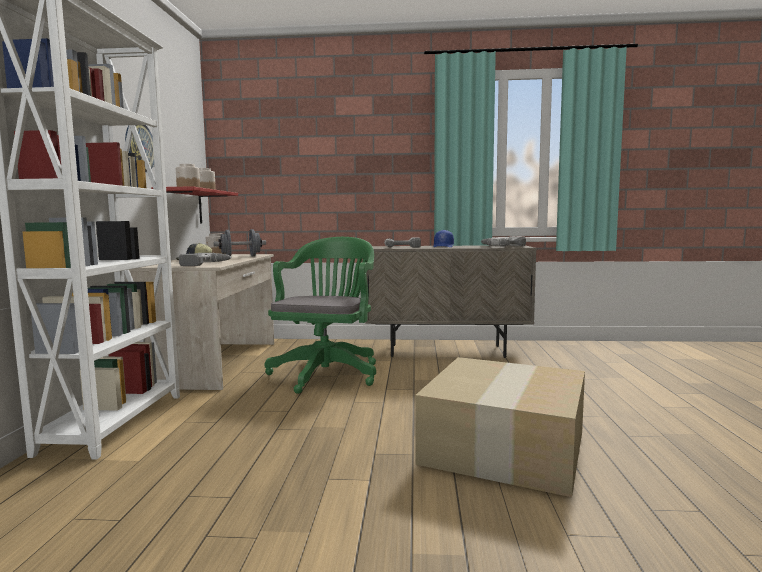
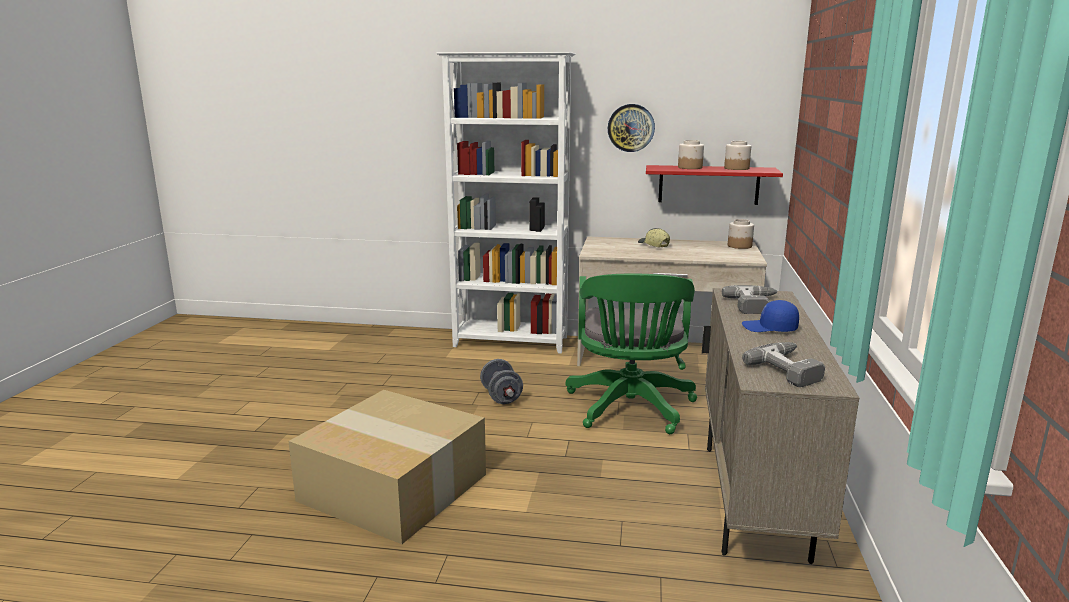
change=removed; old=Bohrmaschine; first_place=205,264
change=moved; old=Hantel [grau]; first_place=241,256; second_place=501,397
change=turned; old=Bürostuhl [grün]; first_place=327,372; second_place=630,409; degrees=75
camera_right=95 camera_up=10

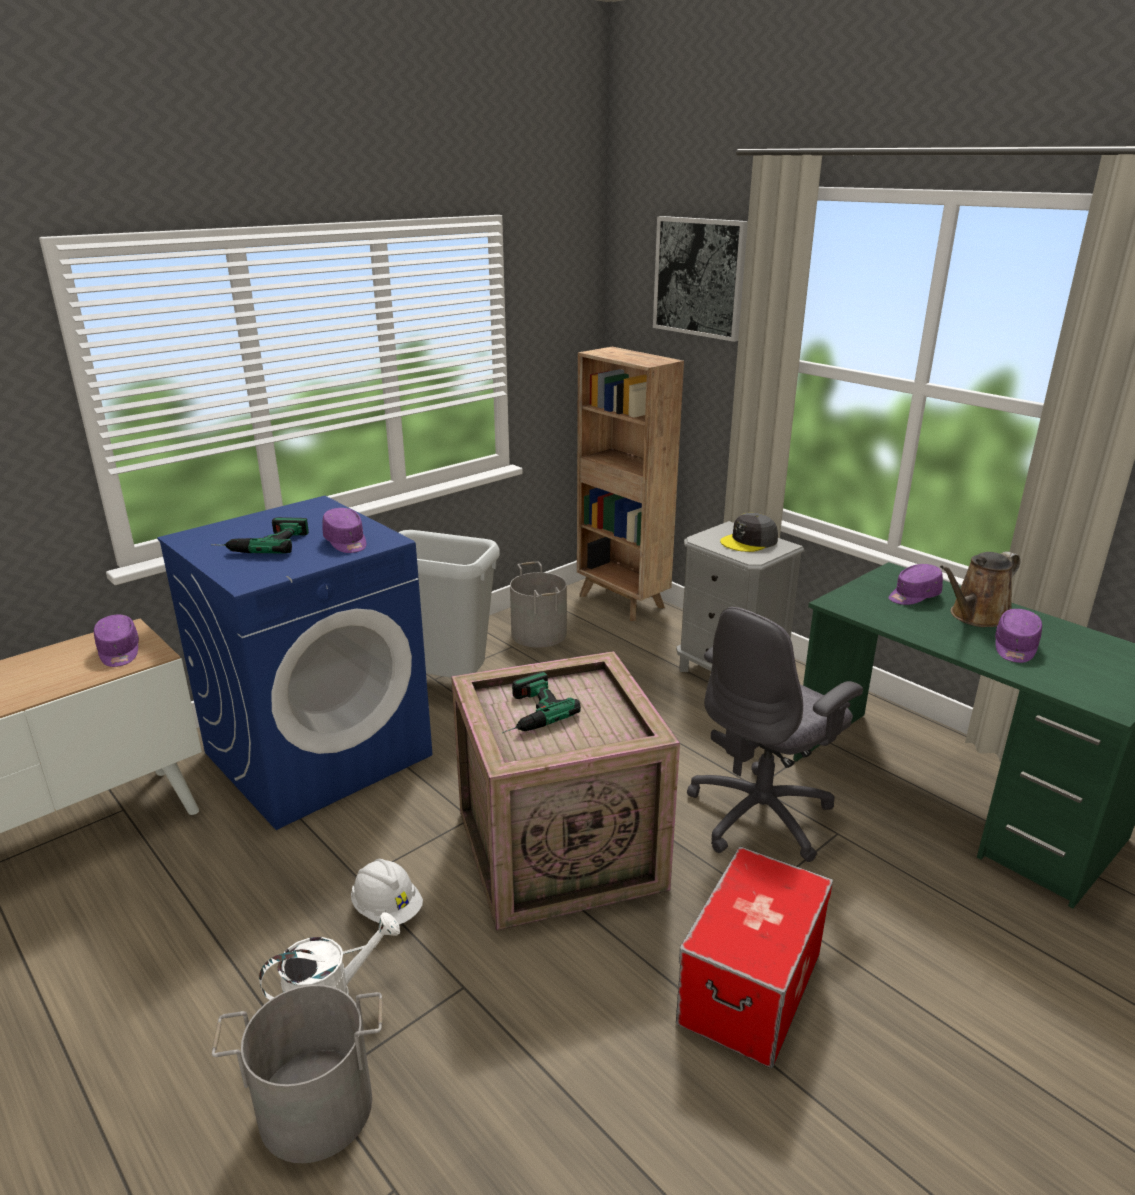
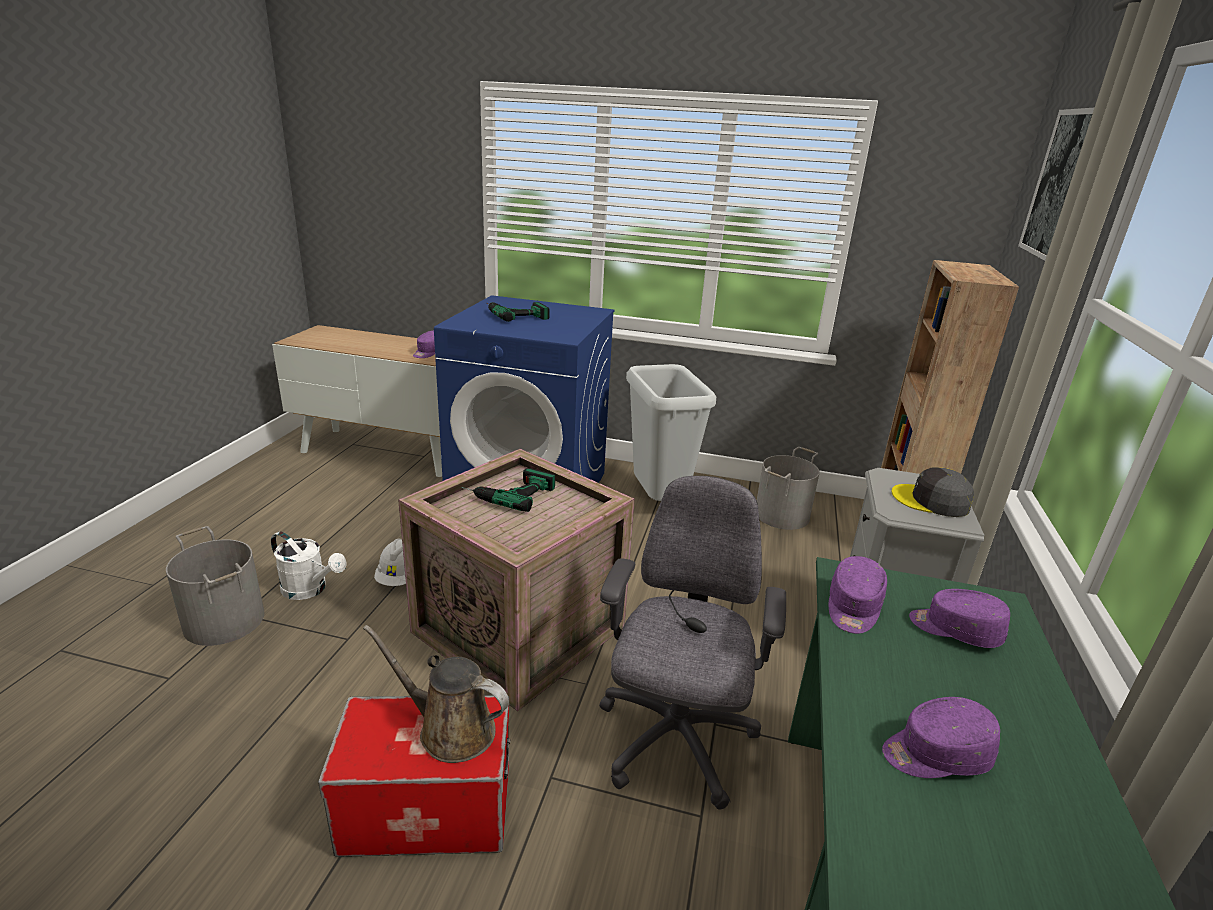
change=moved; old=Kappe [lila]; first_place=346,542; second_place=853,608
change=moved; old=Gießkanne [braun]; first_place=976,617; second_place=450,729
change=turned; old=Bürostuhl [grau]; first_place=762,815; second_place=674,742; degrees=90
camera_right=55 camera_up=0

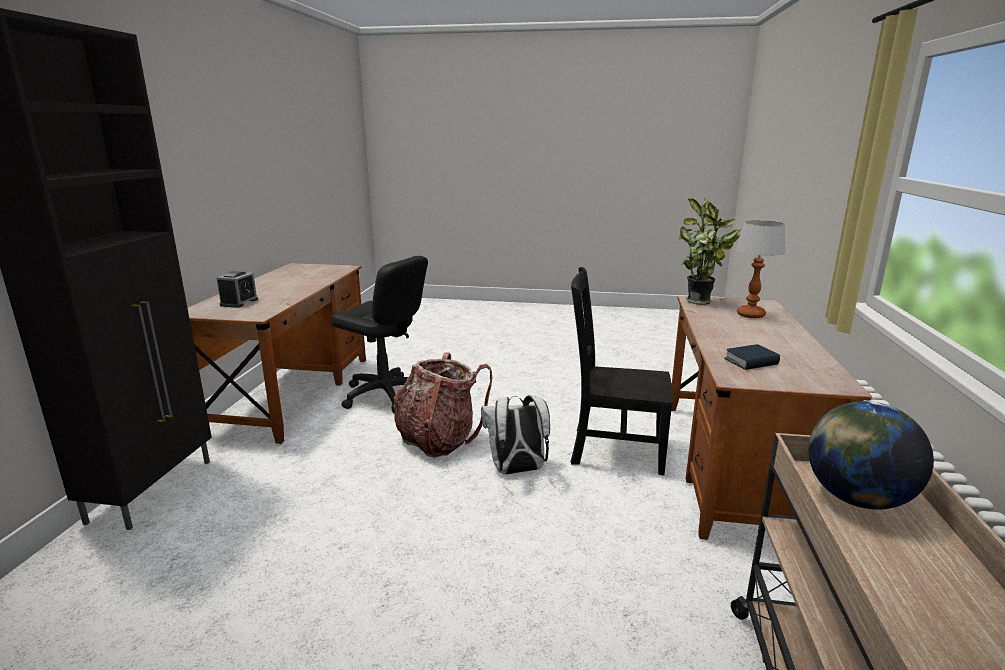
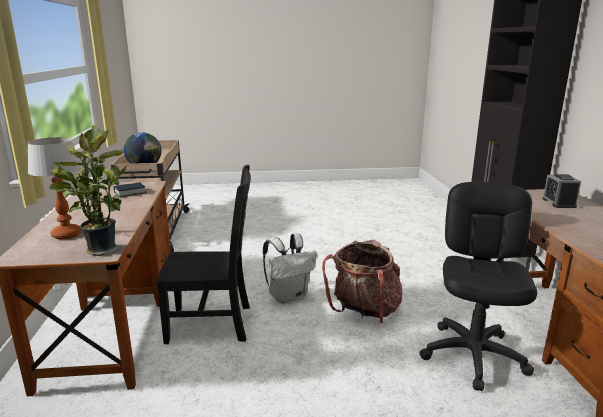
change=turned; old=Bürostuhl [schwarz]; first_place=385,395; second_place=473,355; degrees=90
camera_right=165 camera_up=0

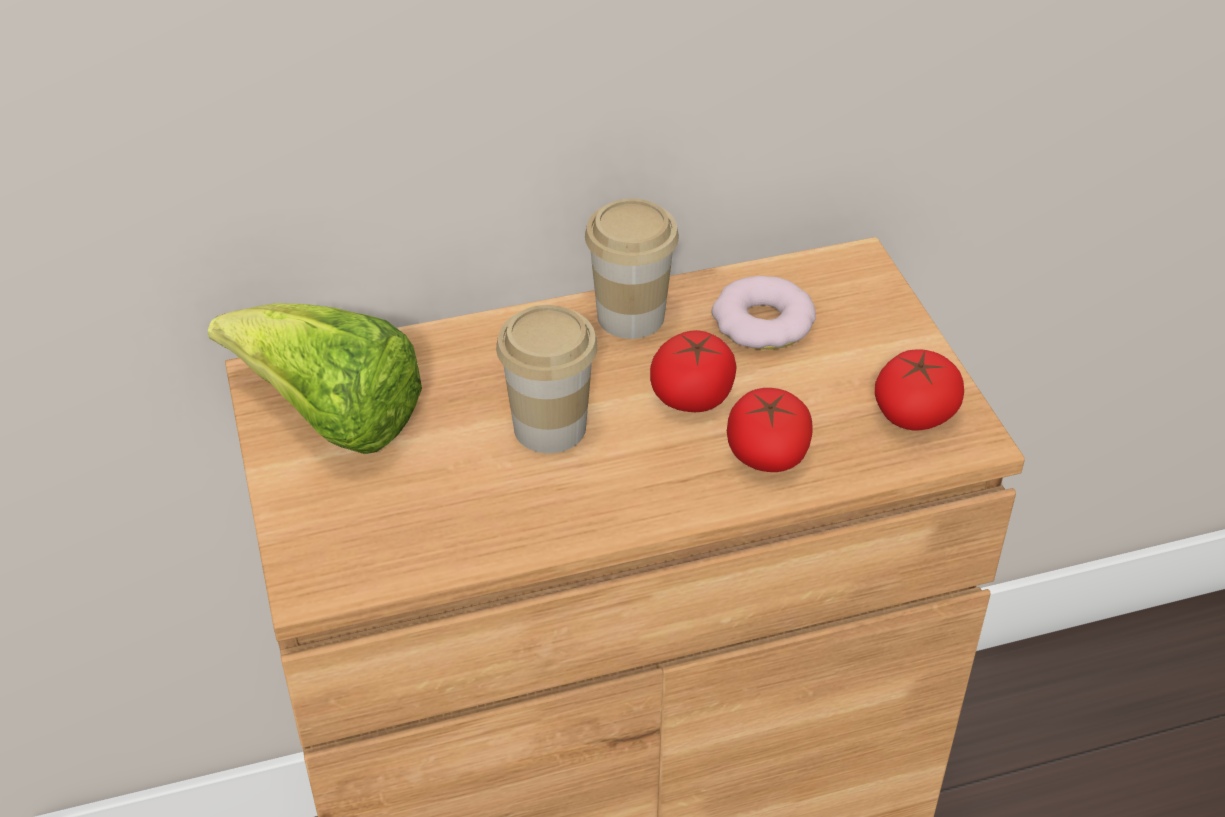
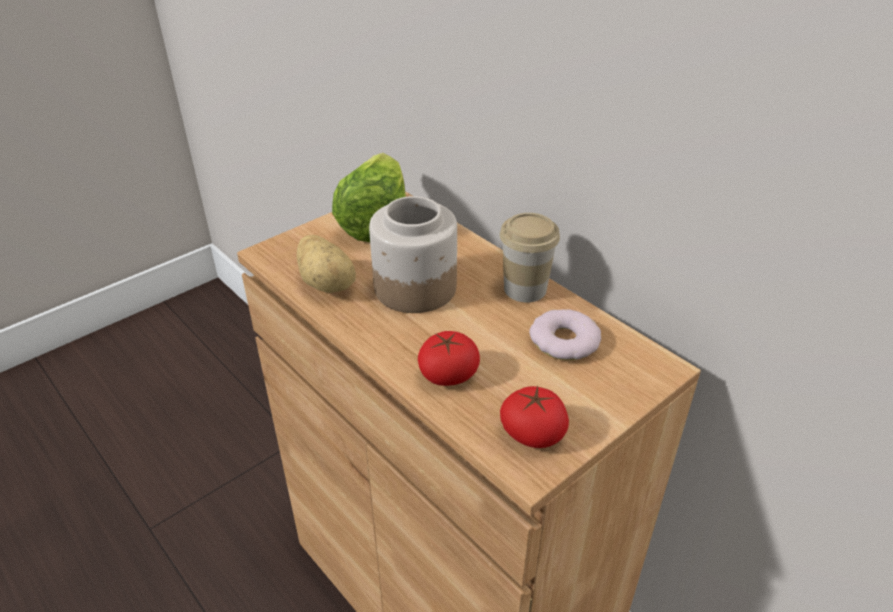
change=removed; old=Tomate; first_place=692,395
change=added; new=Kartoffel; second_place=327,283
change=replaced; old=Tasse; new=Vorratsglas; first_place=550,427; second_place=414,288
camera_right=65 camera_up=-5

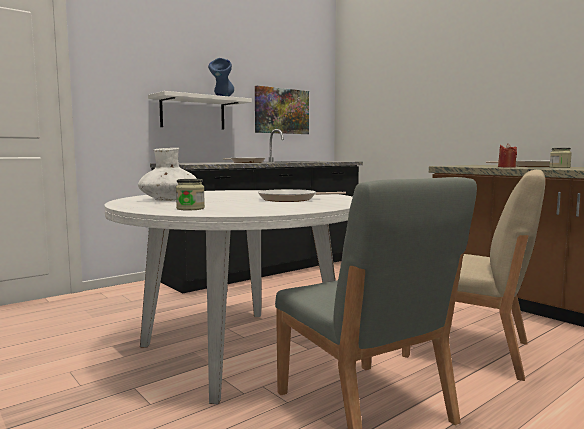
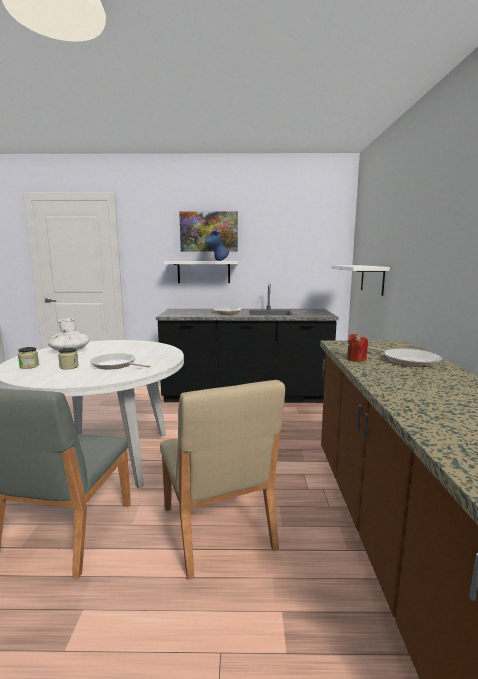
change=added; new=Wandregal [weiß]; second_place=372,279
change=moved; old=Bild; first_place=281,111; second_place=209,231
change=moved; old=Vorratsglas; first_place=559,167; second_place=69,367
camera_right=40 camera_up=5

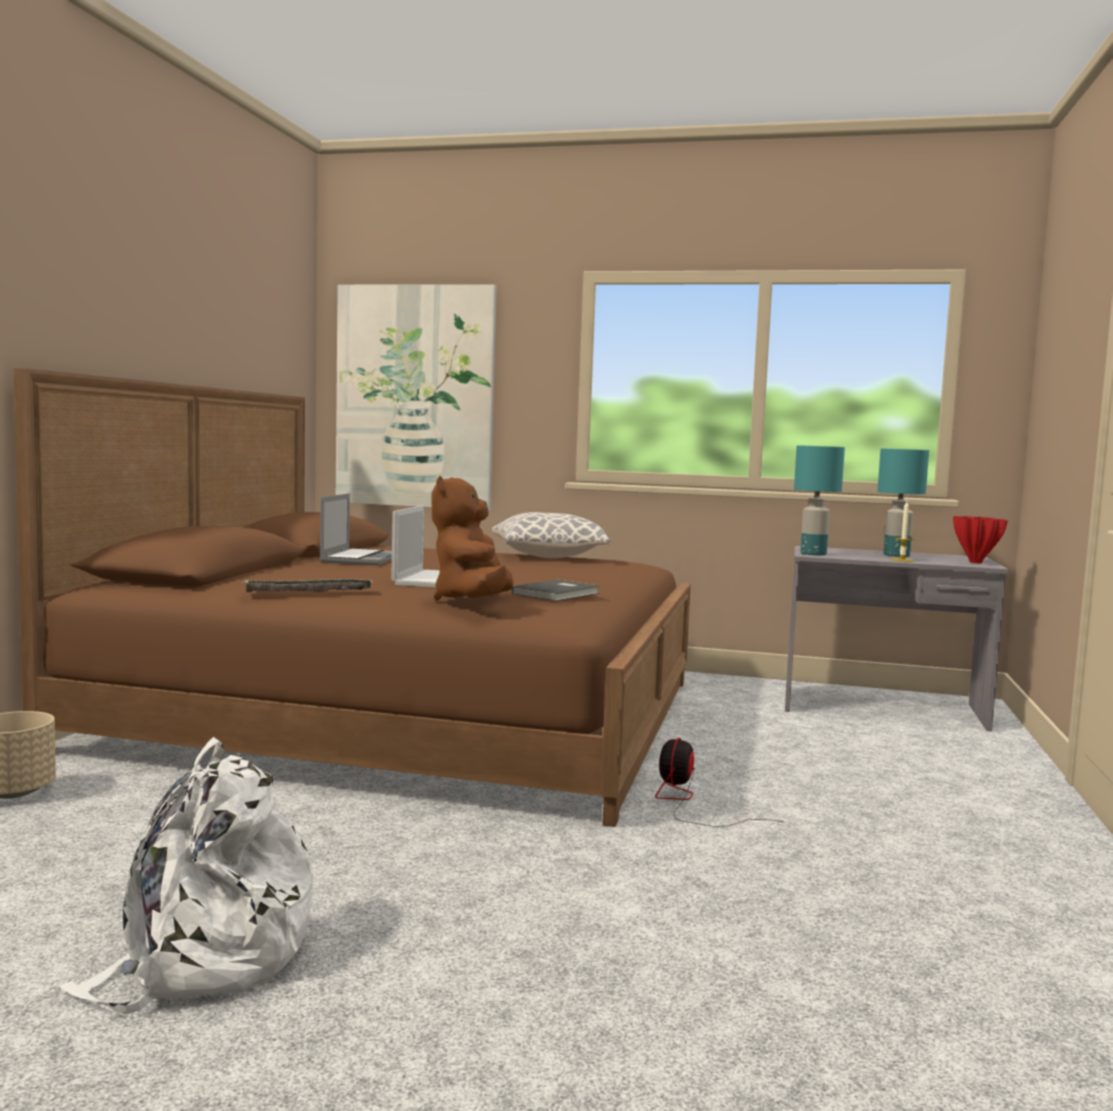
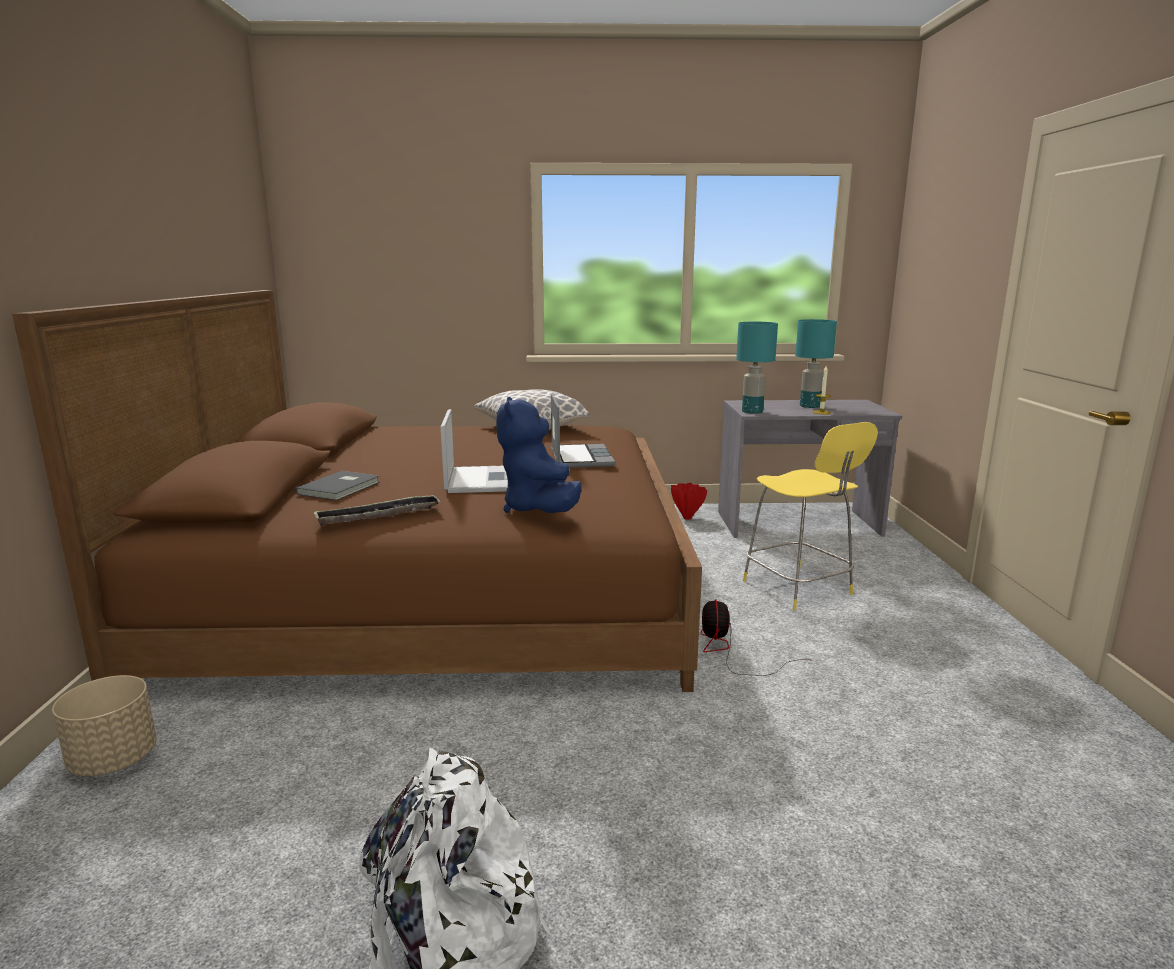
change=removed; old=Bild; first_place=415,397
change=added; new=Hocker [gelb]; second_place=799,589
change=moved; old=Laptop; first_place=360,559; second_place=580,458
change=moved; old=Buch [grau]; first_place=558,594; second_place=341,488
change=moved; old=Vase [rot]; first_place=974,562; second_place=686,518
change=recoloured; old=Plüschtier [braun]; new=Plüschtier [blau]; first_place=473,602; second_place=539,510
camera_right=-15 camera_up=10

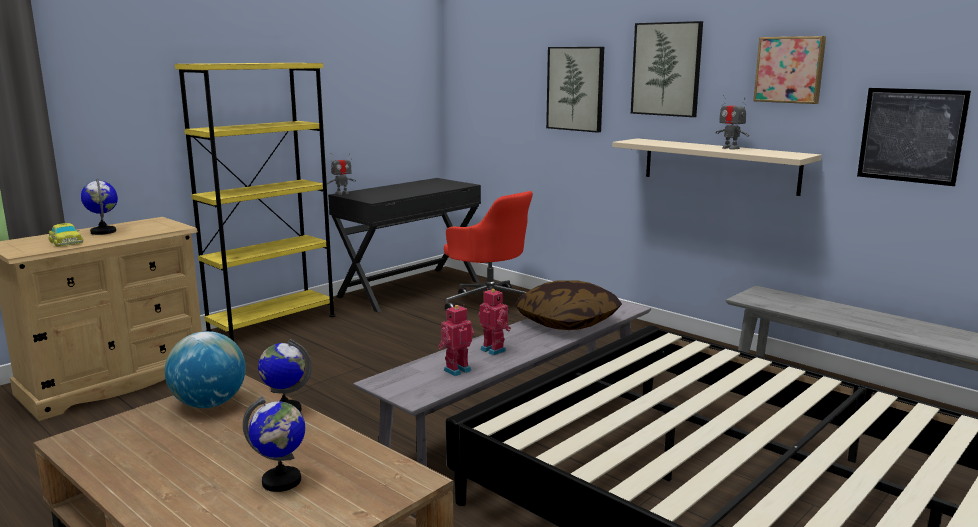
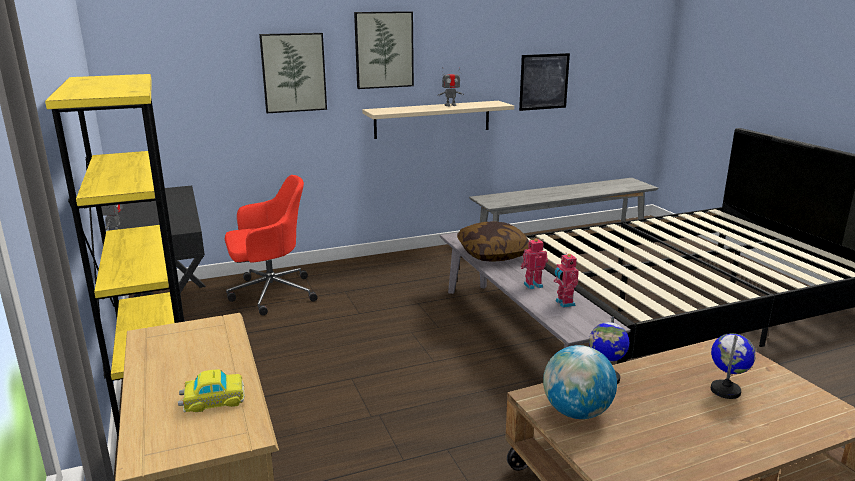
change=removed; old=Globus; first_place=104,232
change=removed; old=Bild; first_place=790,69
camera_right=-65 camera_up=5

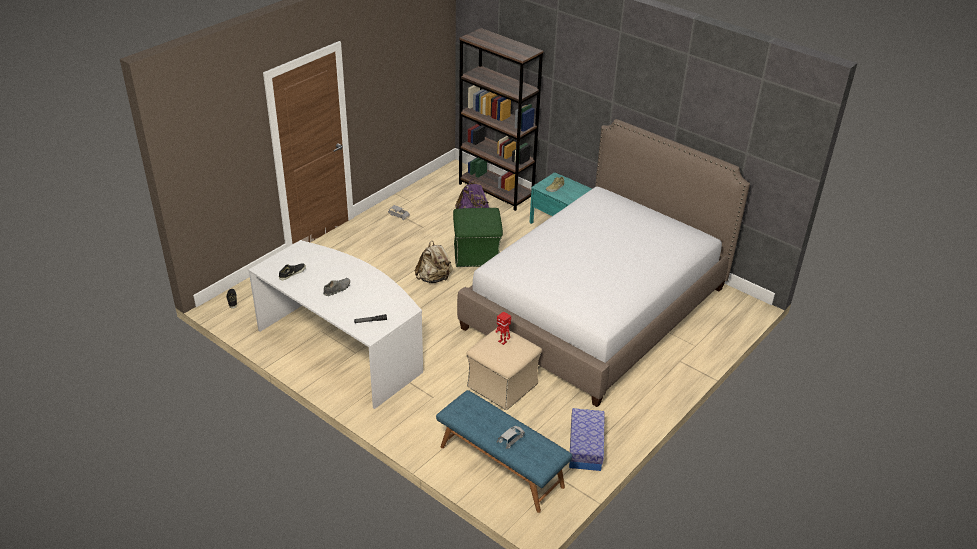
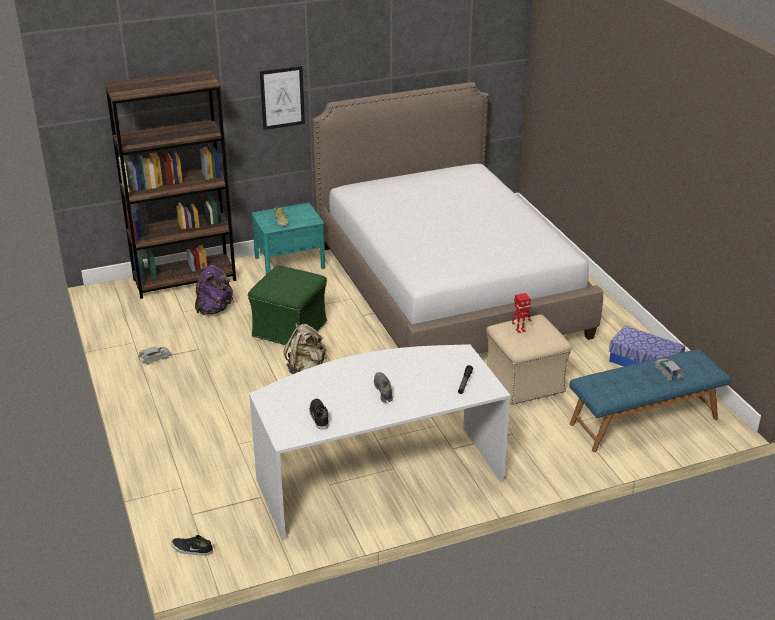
change=added; new=Bild; second_place=282,97
camera_right=-60 camera_up=-5

